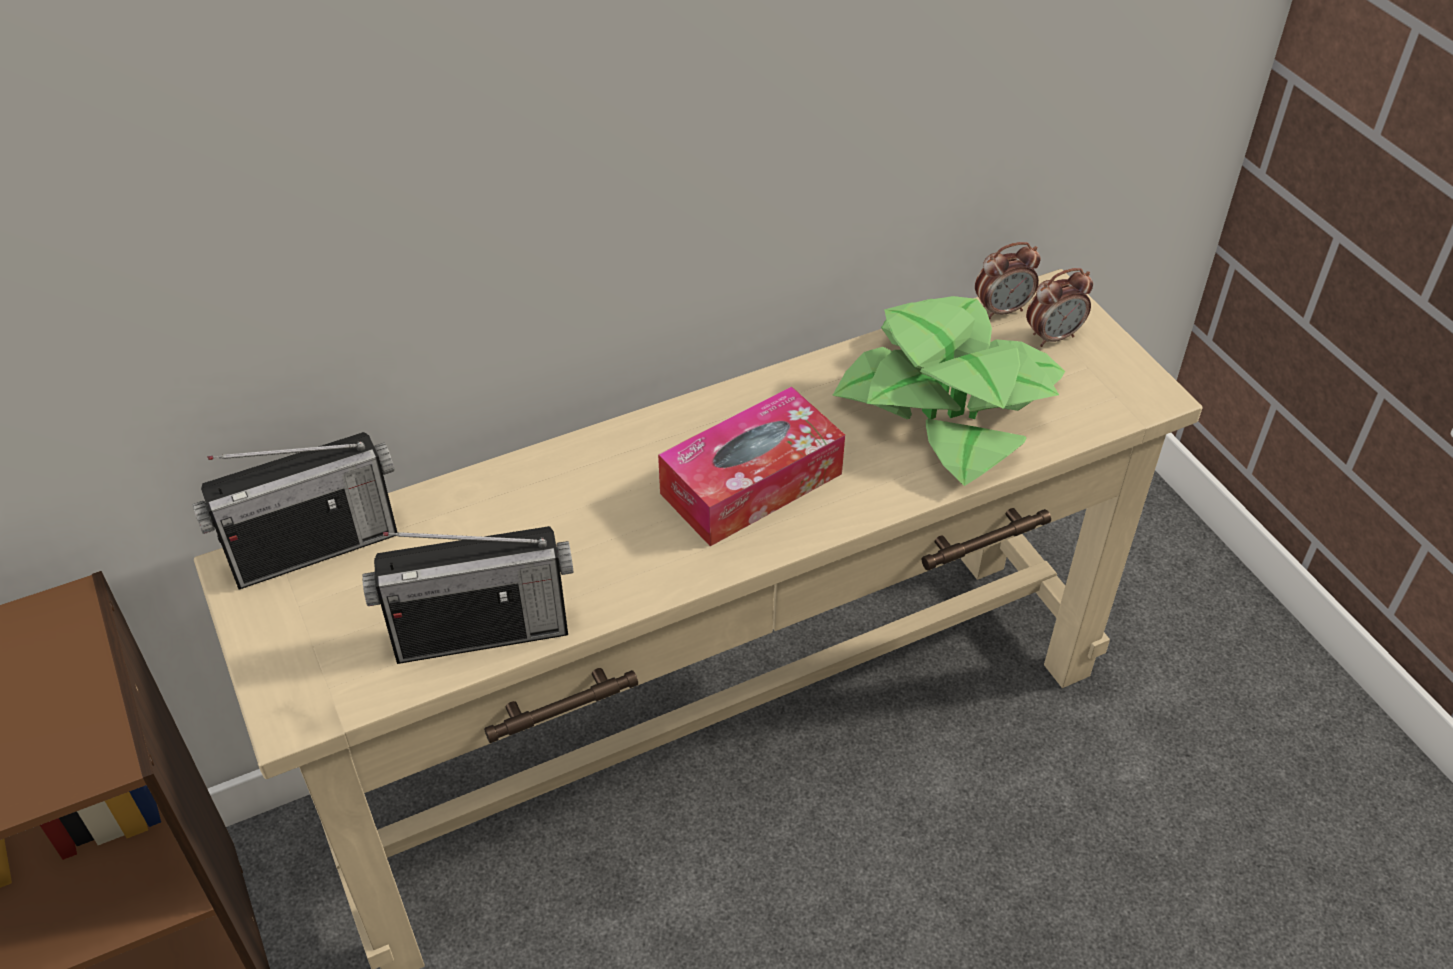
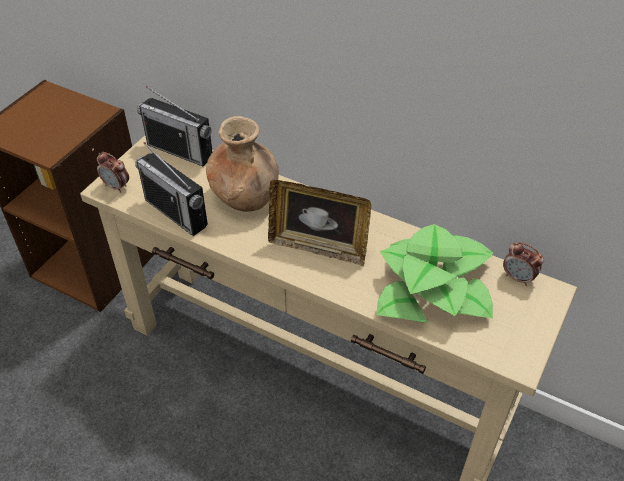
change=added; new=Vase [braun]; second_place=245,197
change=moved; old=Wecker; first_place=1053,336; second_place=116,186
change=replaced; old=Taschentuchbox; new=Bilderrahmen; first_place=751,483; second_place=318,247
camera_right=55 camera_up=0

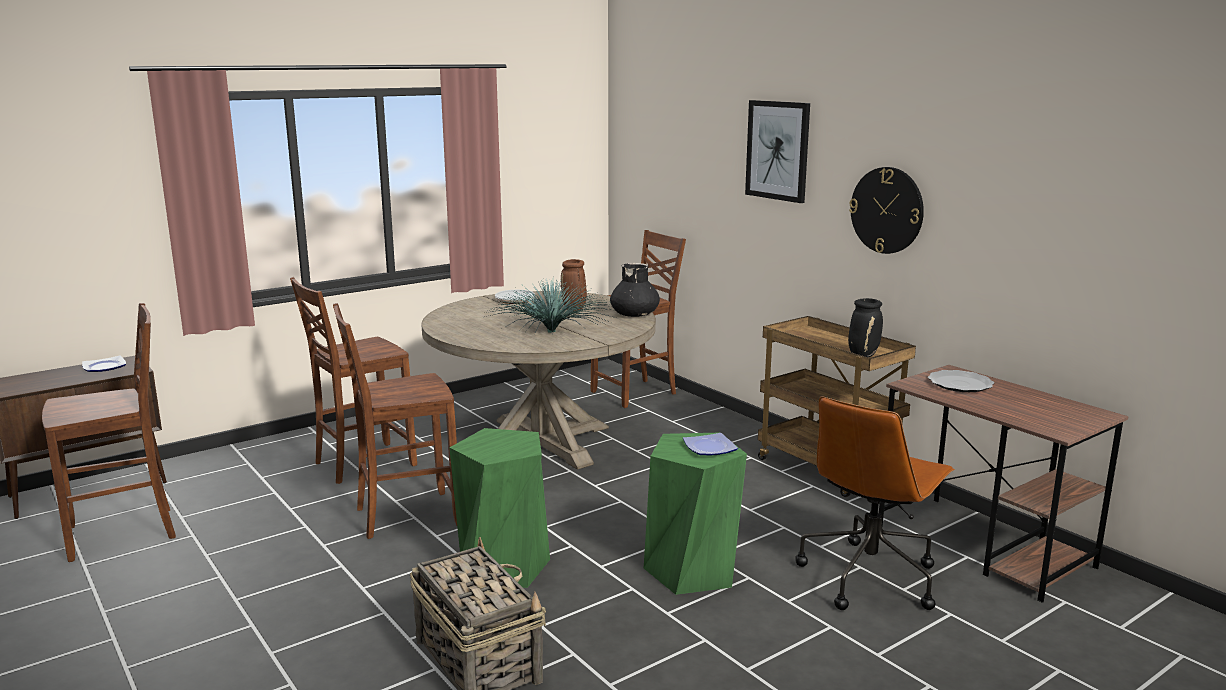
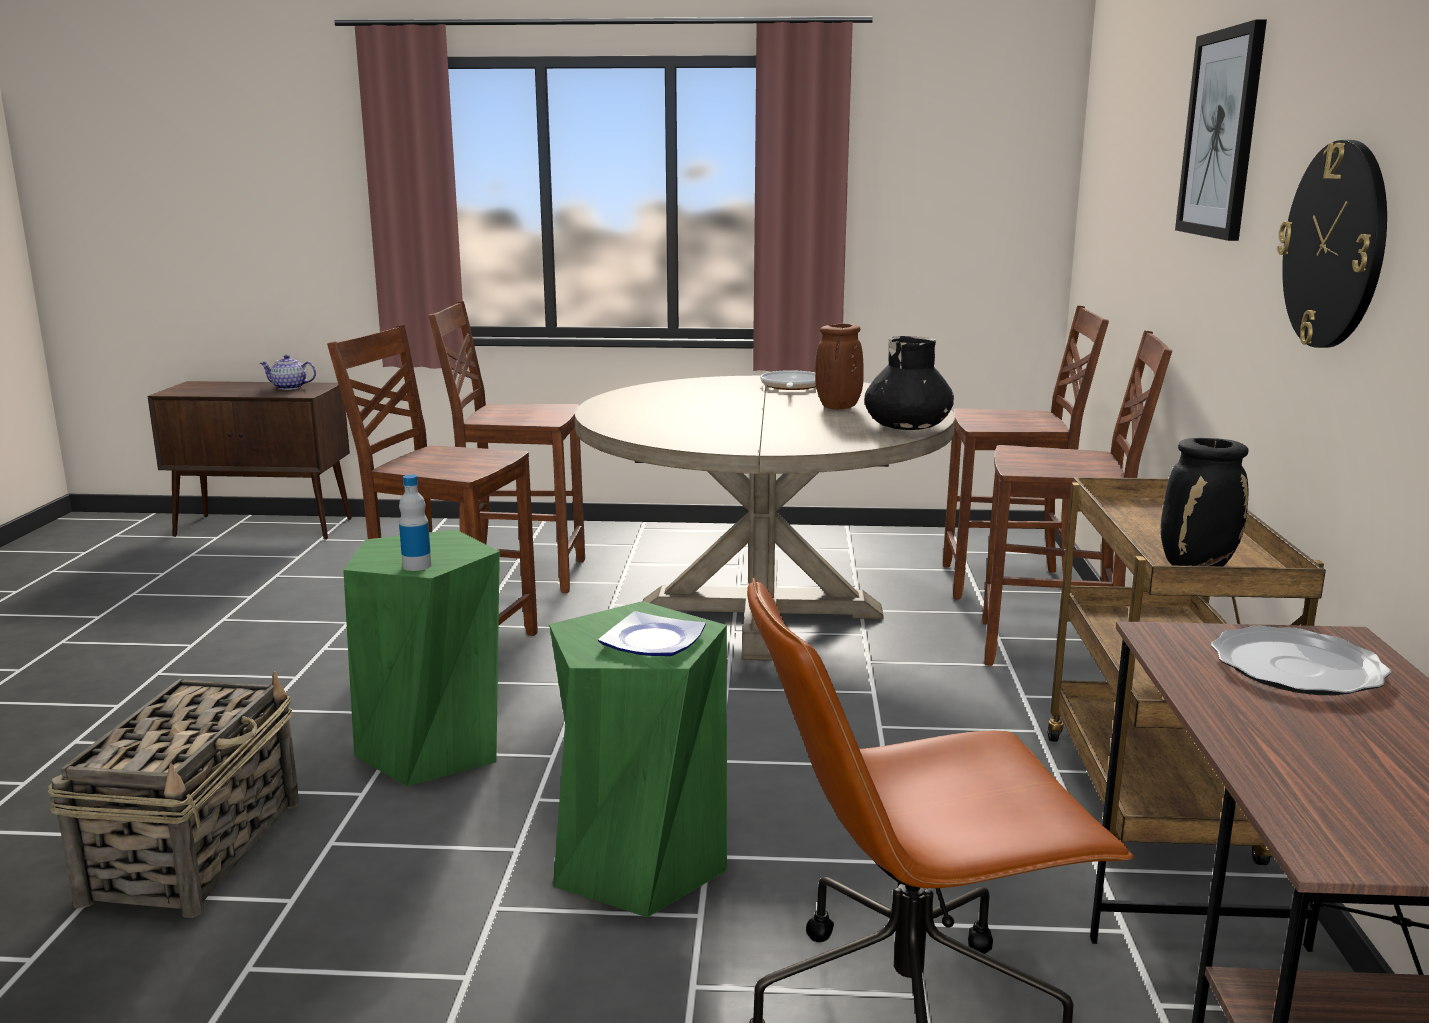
change=removed; old=Topfpflanze; first_place=551,332
change=added; new=Flasche; second_place=417,566
change=moved; old=Stuhl [braun]; first_place=124,533; second_place=1054,649
change=replaced; old=Teller; new=Teekanne; first_place=105,367; second_place=290,387
camera_right=40 camera_up=0

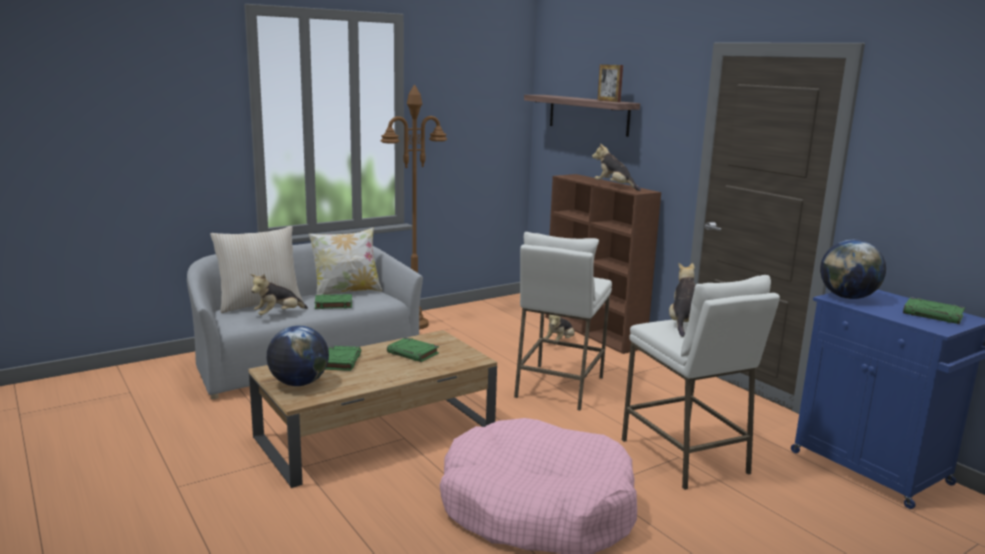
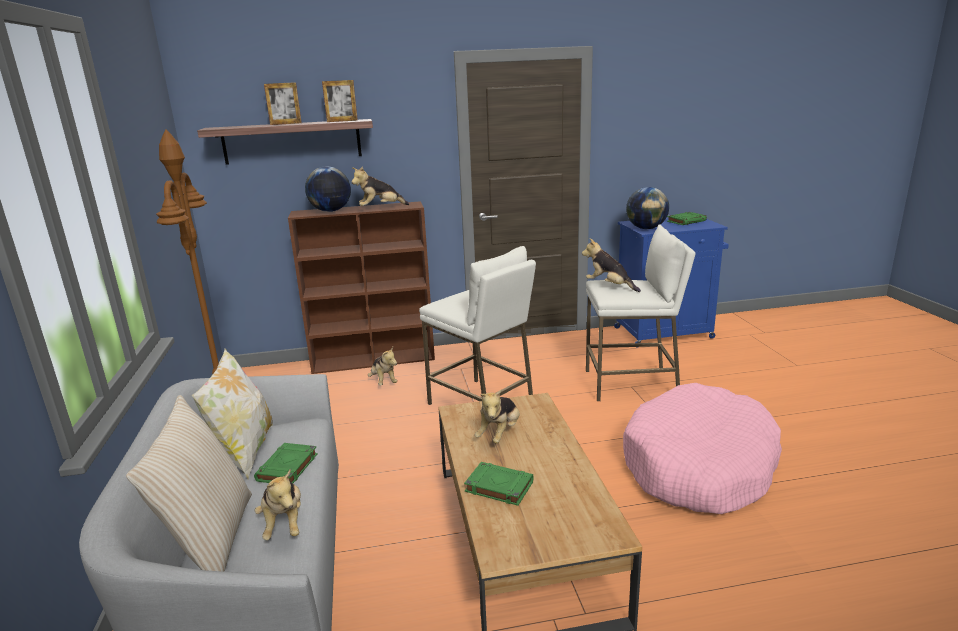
change=added; new=Bilderrahmen; second_place=286,124
change=moved; old=Globus; first_place=298,383; second_place=330,211
change=replaced; old=Buch [grün]; new=Plüschtier; first_place=413,353; second_place=499,434
camera_right=-65 camera_up=5

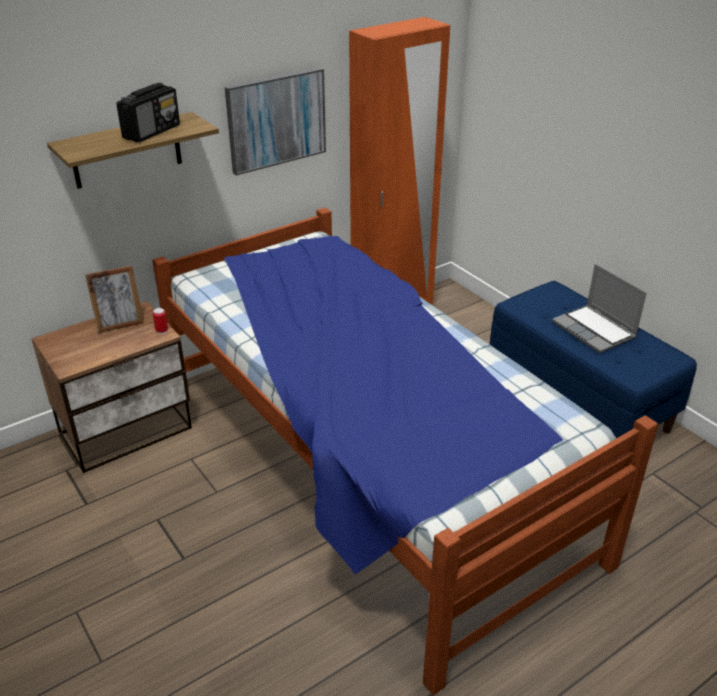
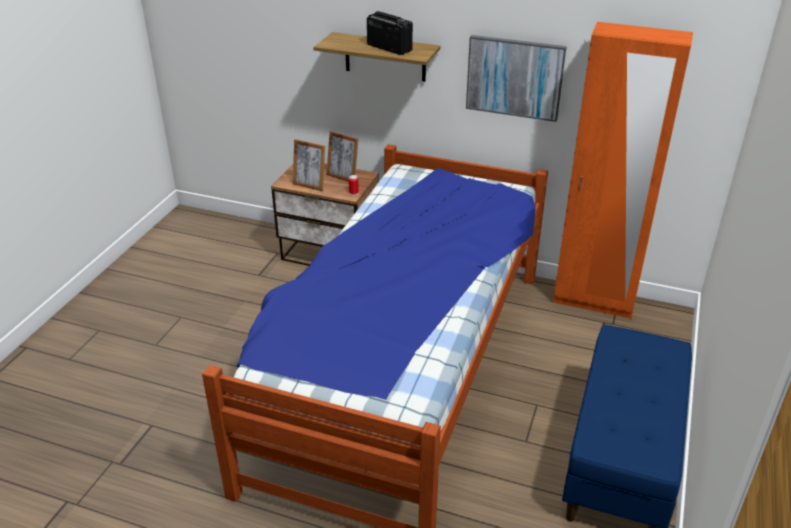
change=removed; old=Laptop; first_place=595,330
change=added; new=Bilderrahmen; second_place=310,185
change=turned; old=Radio; first_place=152,132; second_place=389,48; degrees=-135
camera_right=55 camera_up=0

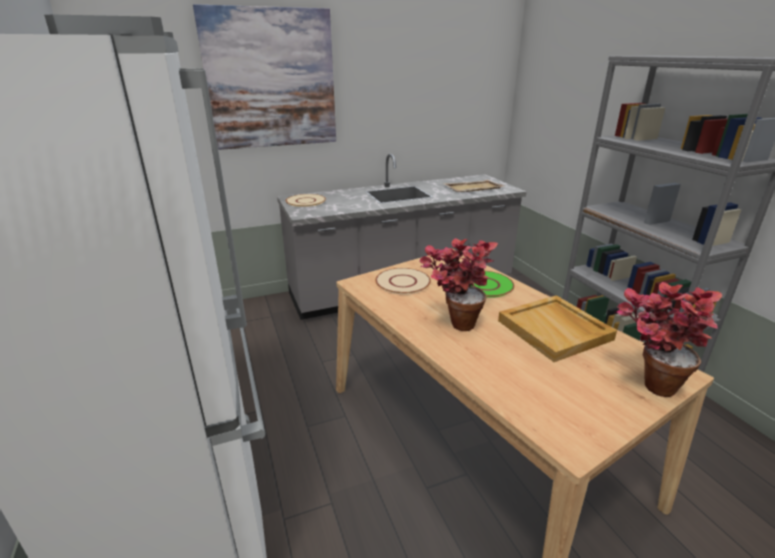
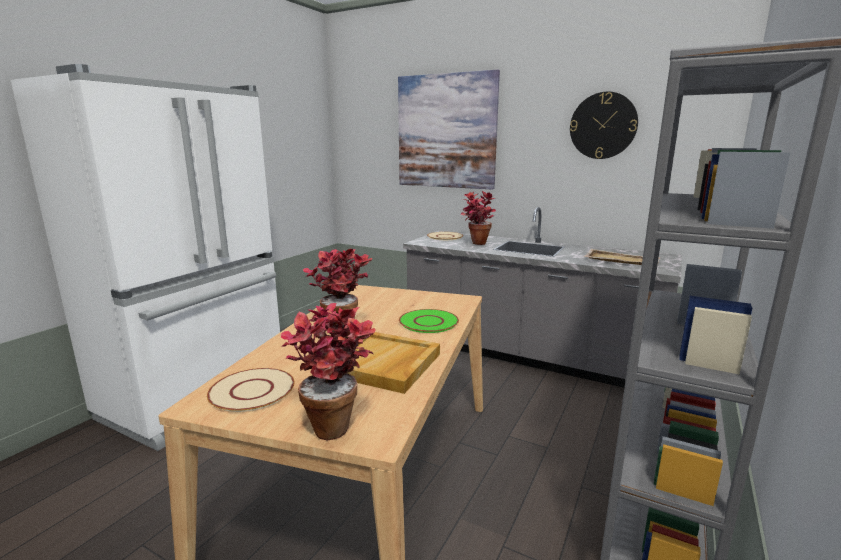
change=added; new=Topfpflanze; second_place=476,244
change=added; new=Wanduhr; second_place=603,126
change=moved; old=Teller [beige]; first_place=402,282; second_place=252,390
camera_right=50 camera_up=-10

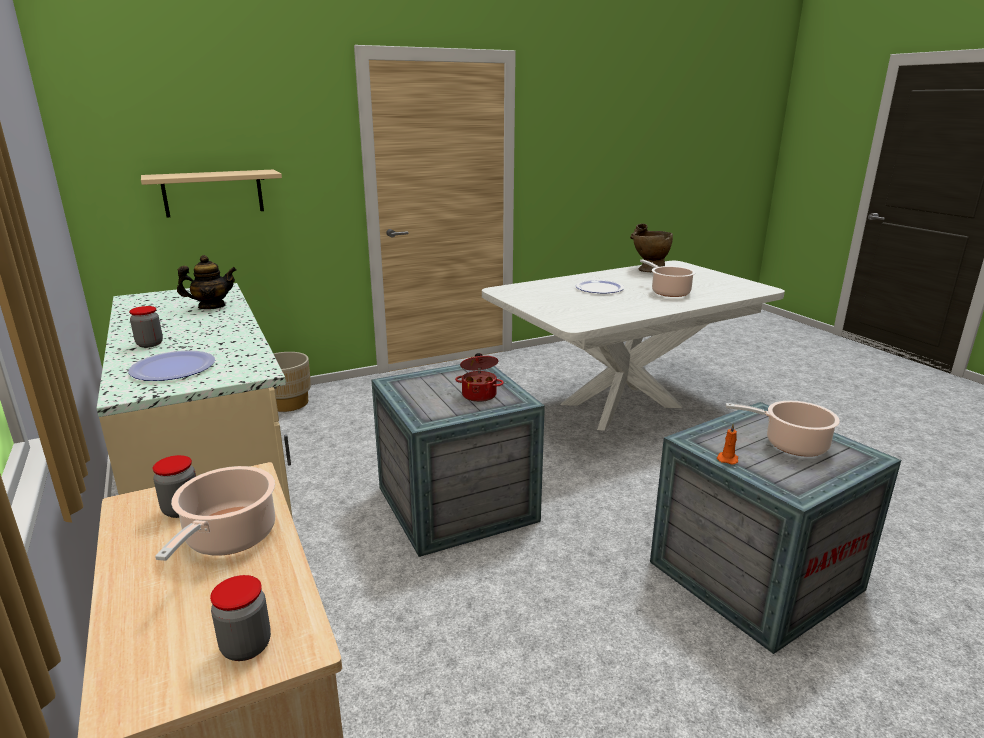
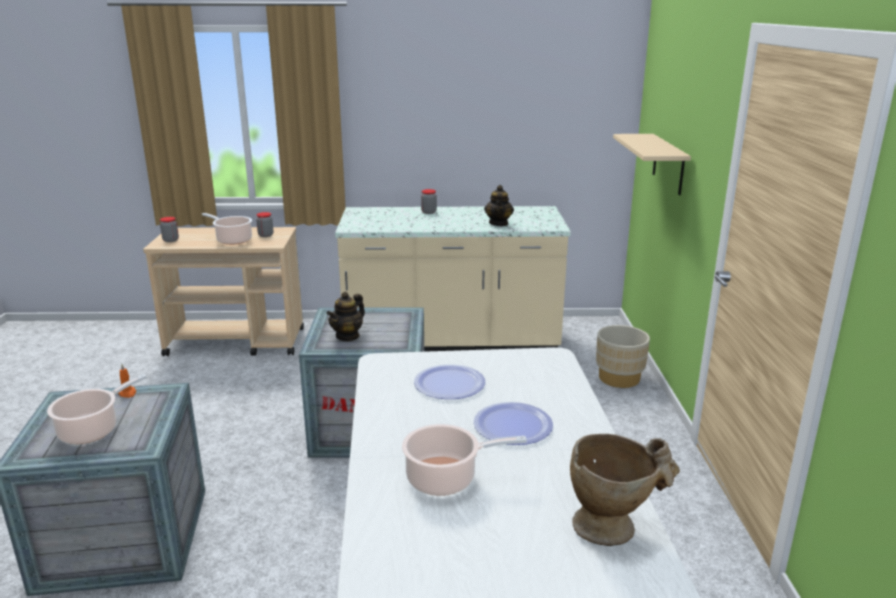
change=moved; old=Teller; first_place=173,368; second_place=449,384
change=replaced; old=Kochtopf; new=Teekanne; first_place=479,395; second_place=347,336
camera_right=115 camera_up=0

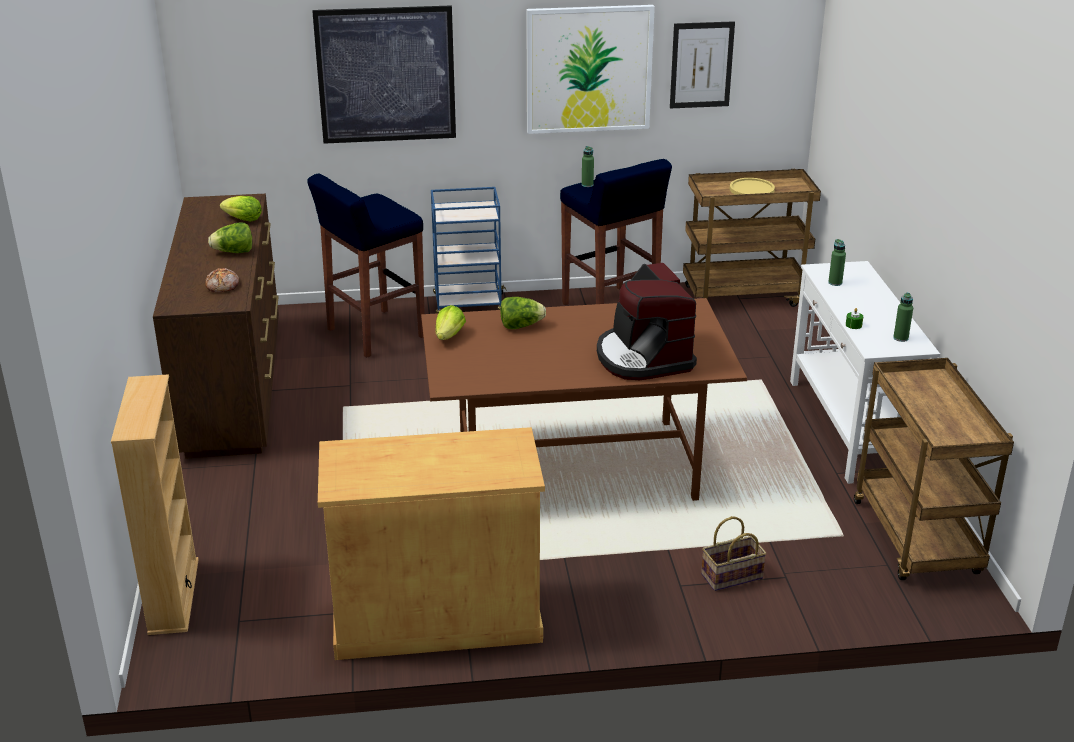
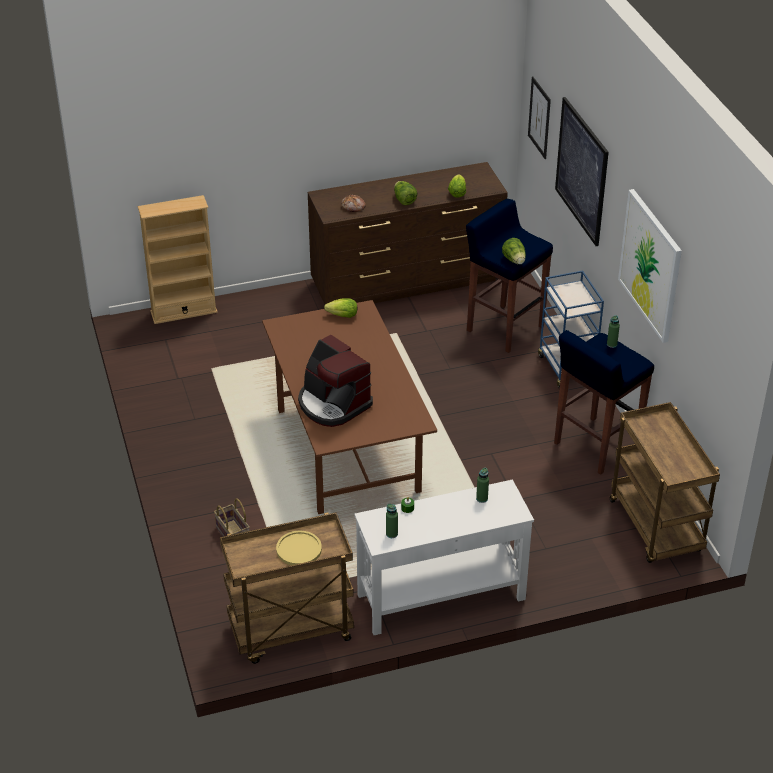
change=removed; old=Schrank [beige]; first_place=436,618
change=moved; old=Salatkopf; first_place=521,326; second_place=514,260
change=moved; old=Bild; first_place=701,65; second_place=539,117
change=moved; old=Teller [gelb]; first_place=751,189; second_place=299,549
change=turned; old=Kaffeemaschine; first_place=643,357; second_place=333,404; degrees=-105
camera_right=80 camera_up=10

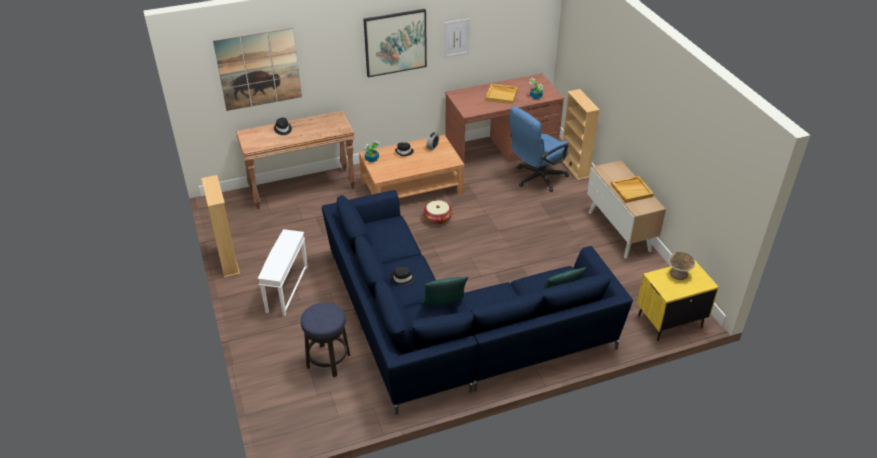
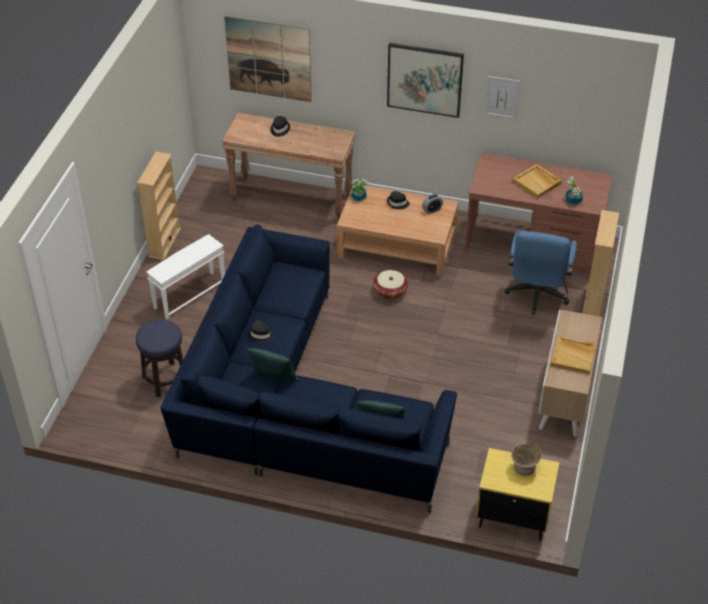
change=turned; old=Bürostuhl [blau]; first_place=536,179; second_place=536,296; degrees=-75
camera_right=35 camera_up=5

